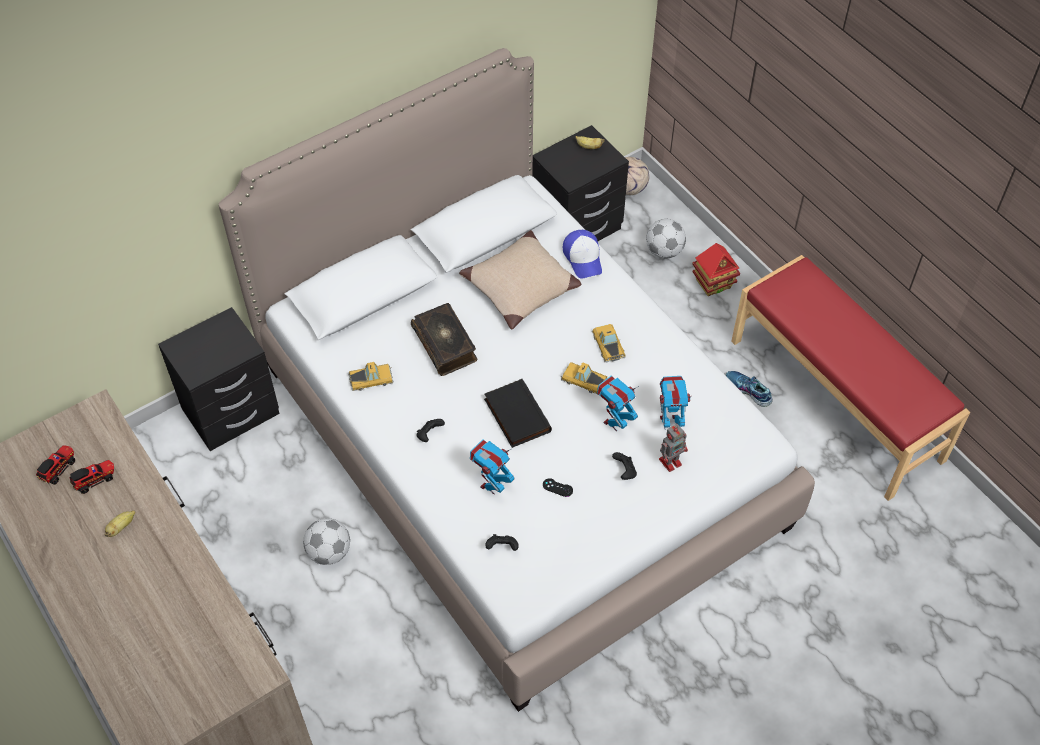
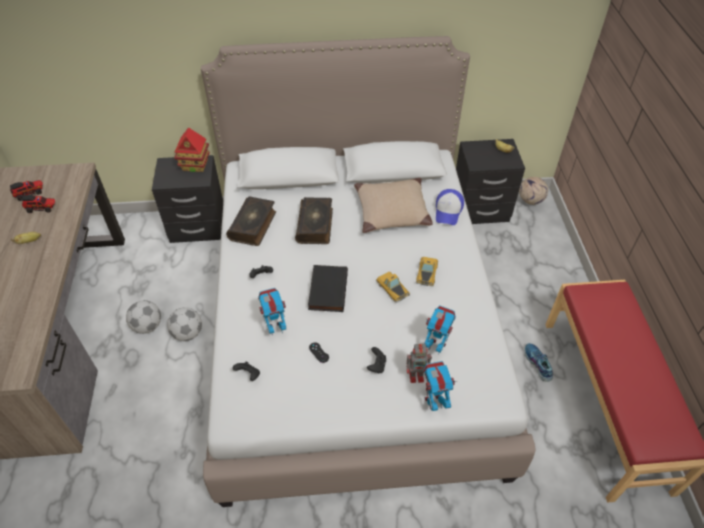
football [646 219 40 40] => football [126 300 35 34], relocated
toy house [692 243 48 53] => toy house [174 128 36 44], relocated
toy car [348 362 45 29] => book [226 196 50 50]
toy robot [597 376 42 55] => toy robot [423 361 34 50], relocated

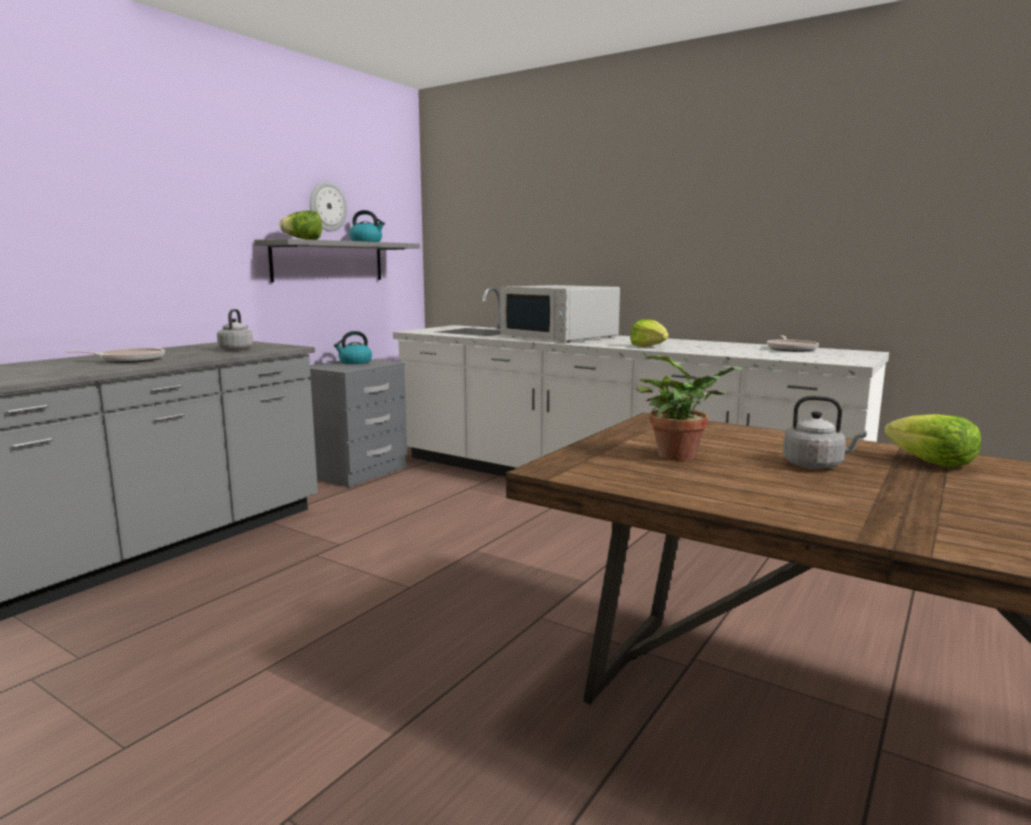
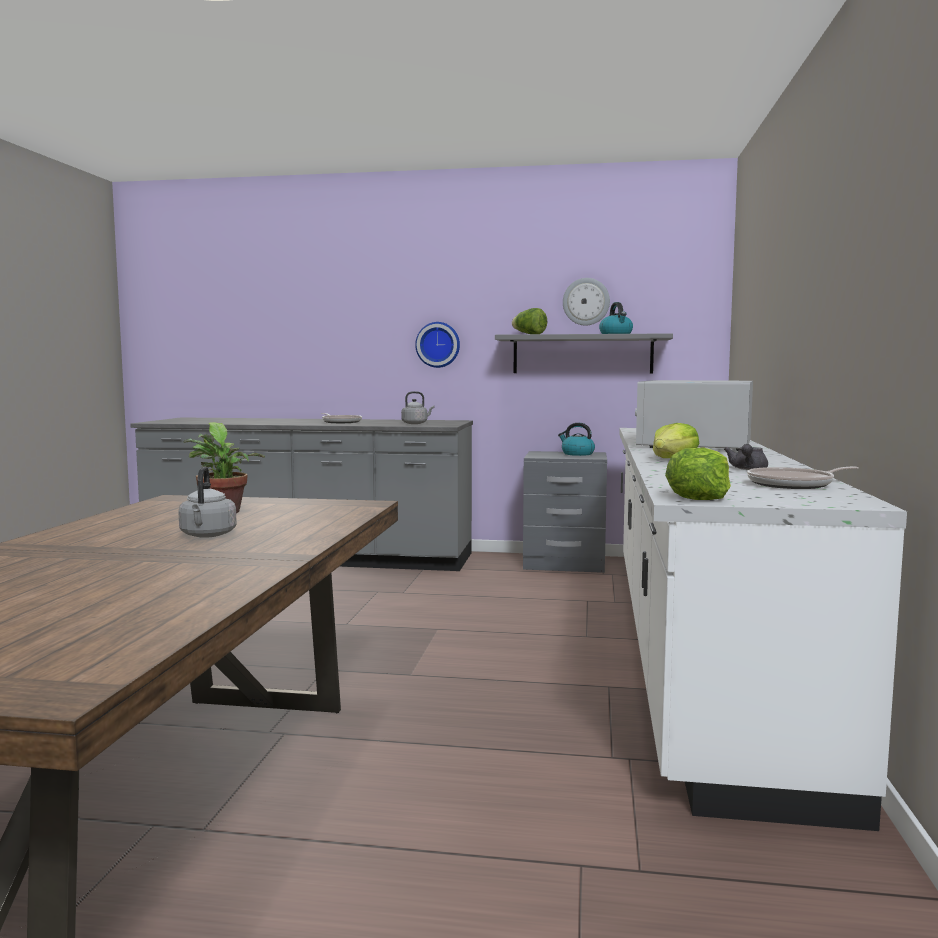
lettuce [884 414 97 54] => lettuce [665 447 66 53], relocated
nothing => wall clock [415 322 45 46]
nothing => teapot in grey [724 444 44 26]

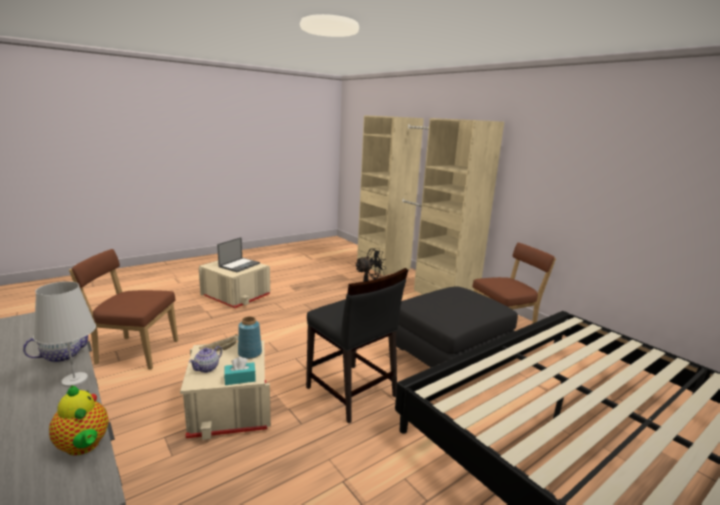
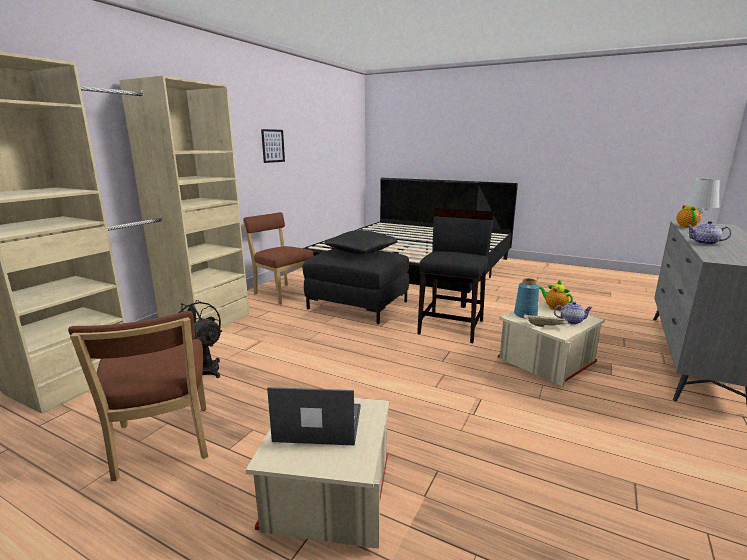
chair in brown [69 249 109 121] => chair in brown [68 311 140 170], relocated
tissue box in turquoise [224 356 32 29] => teapot [539 280 34 31]
nothing => picture [261 129 24 34]
nothing => pillow in black [324 230 74 24]

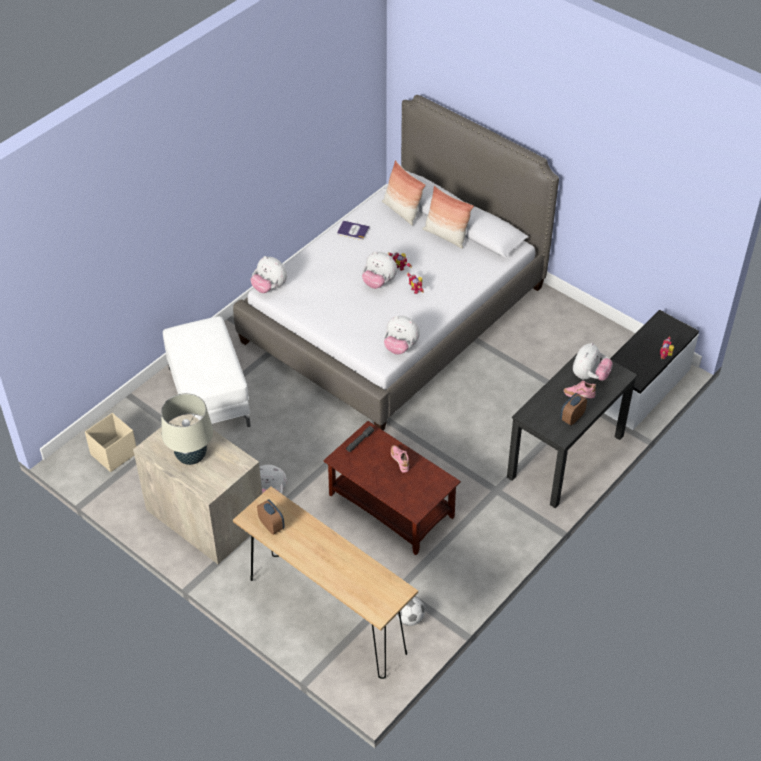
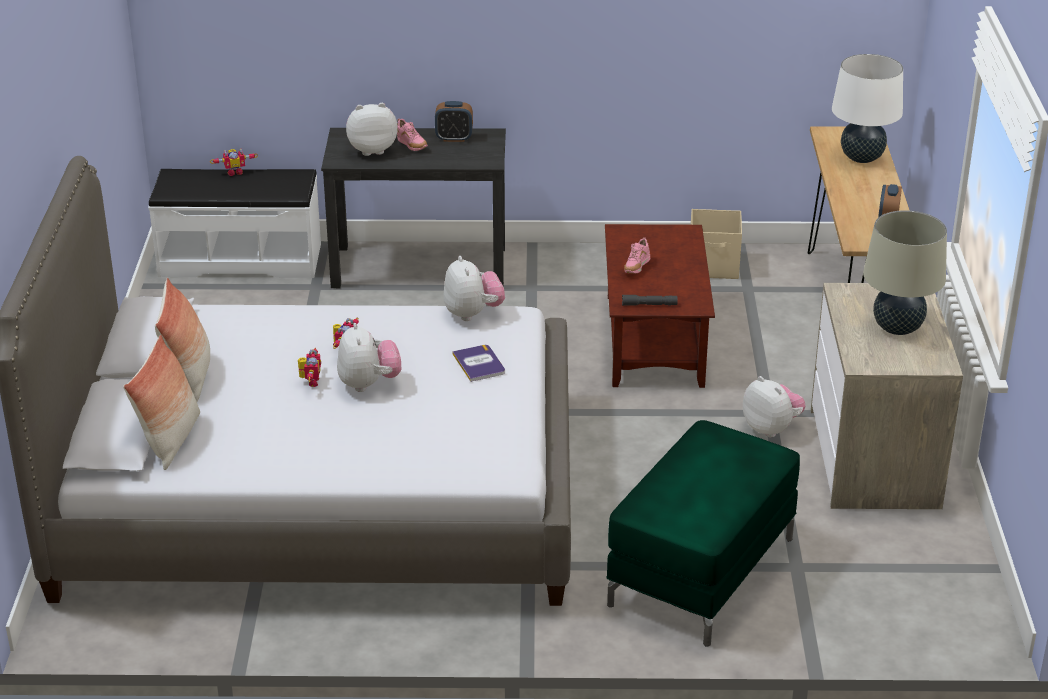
book [337 221 33 19] => book [452 345 53 37], relocated
plush toy [251 256 36 37] => nothing
ottoman in white [163 316 88 111] => ottoman in green [606 420 194 227]
storage box in beige [85 413 51 59] => storage box in beige [691 209 51 70], relocated
football [396 597 29 29] => nothing
nothing => table lamp in white [832 54 71 109]

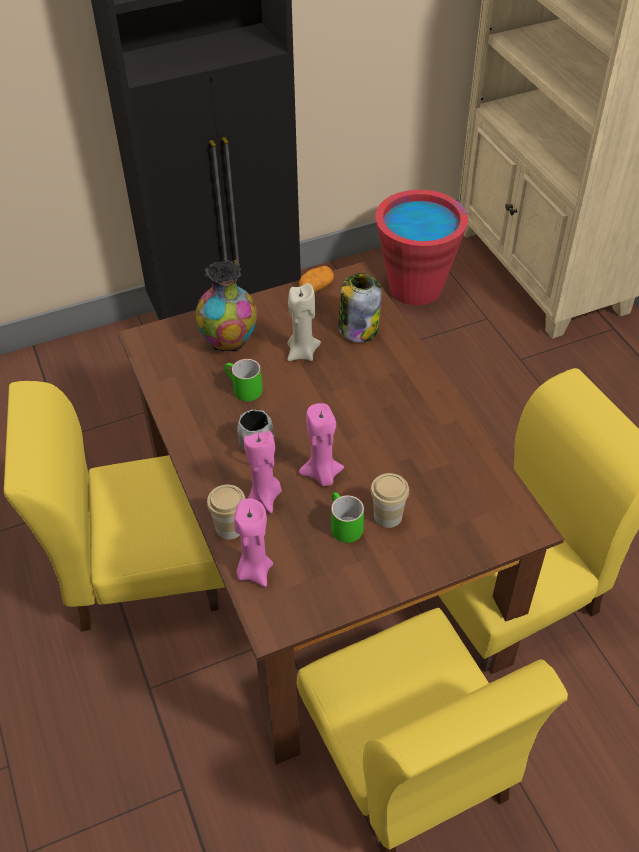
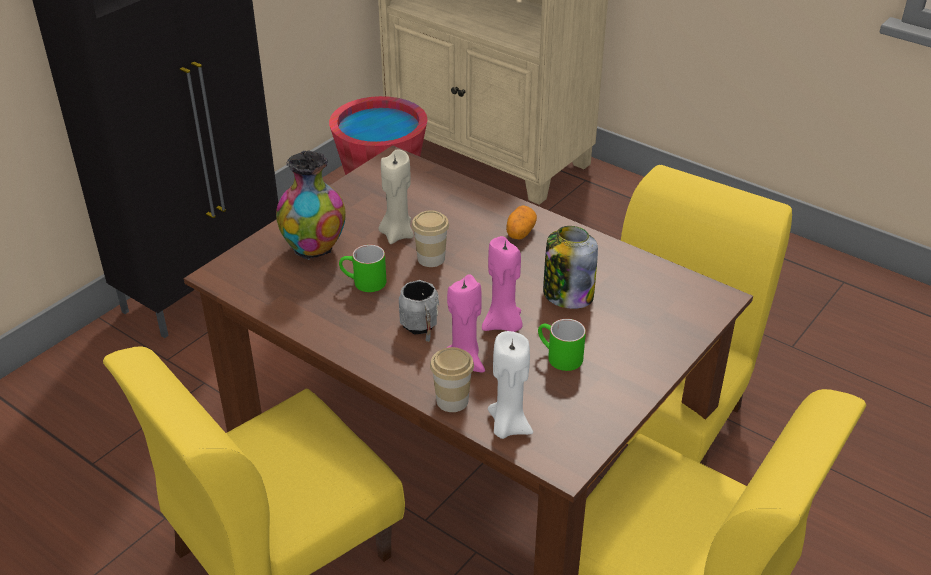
potato [299 266 35 27] => potato [506 205 31 34], relocated
jar [338 273 44 70] => jar [543 226 55 83], relocated
cup [371 473 38 55] => cup [412 210 37 57], relocated
candle in pink [234 498 39 89] => candle in white [488 331 45 108]

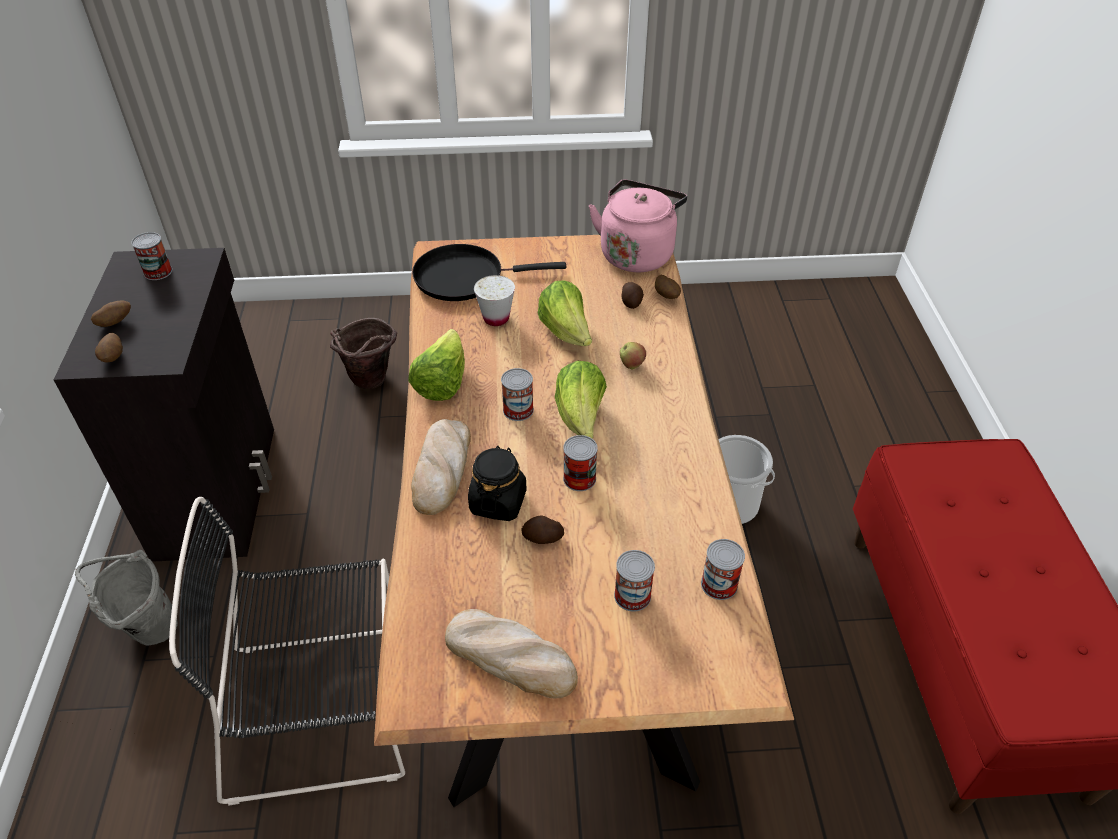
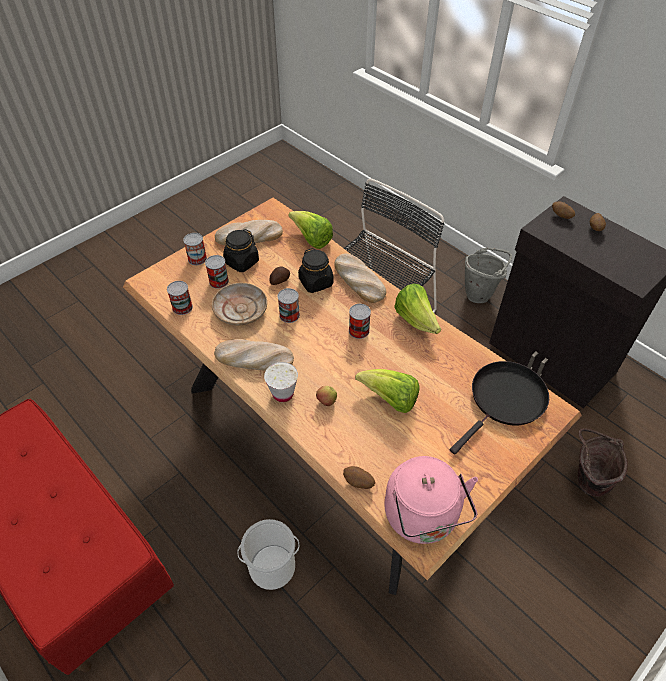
can [131 232 41 48] => can [183 233 24 32], relocated
cup in white [474 275 41 51] => cup in white [264 362 34 40], relocated
potato [621 282 23 27] => nothing
lettuce [555 361 52 77] => lettuce [288 211 45 38], relocated
nothing => jar in black [223 229 36 43]
nothing => plate in beige [212 283 55 42]
nothing => bread [214 339 80 32]

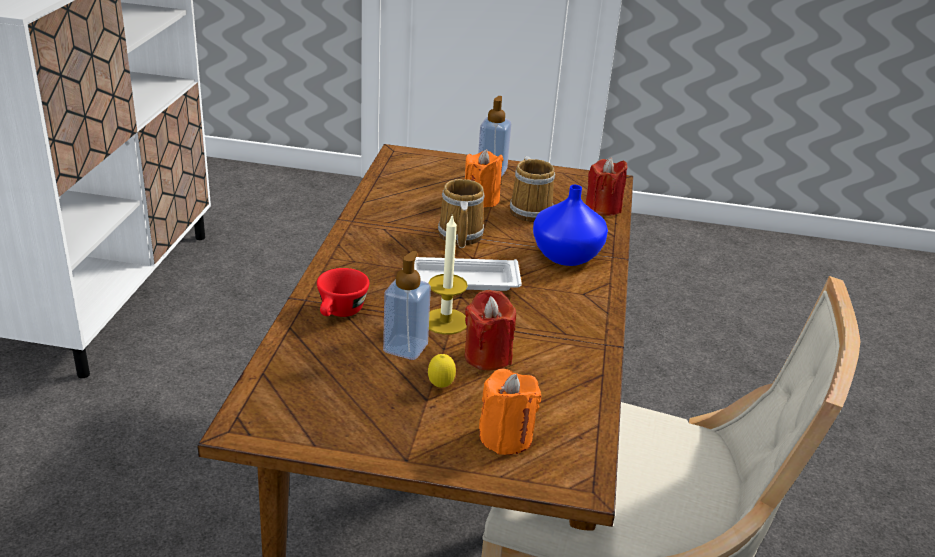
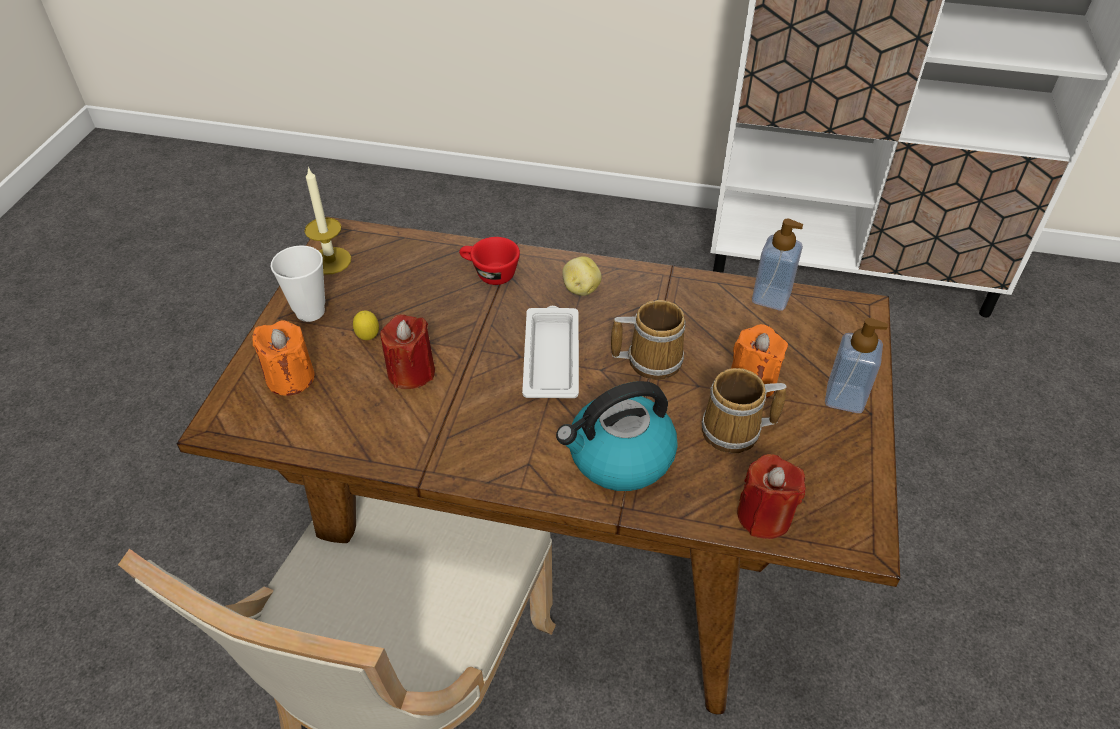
vase in blue [533 185 75 81] => kettle [556 381 122 110]
candle [428 216 40 119] => candle [305 167 46 108], relocated
soap dispenser [383 251 48 109] => soap dispenser [752 219 51 92], relocated
nothing => cup [271 245 54 77]
nothing => potato [562 256 40 40]

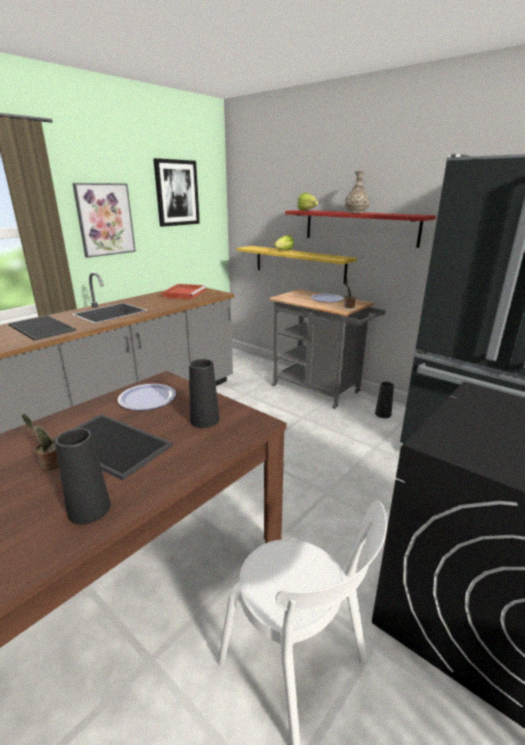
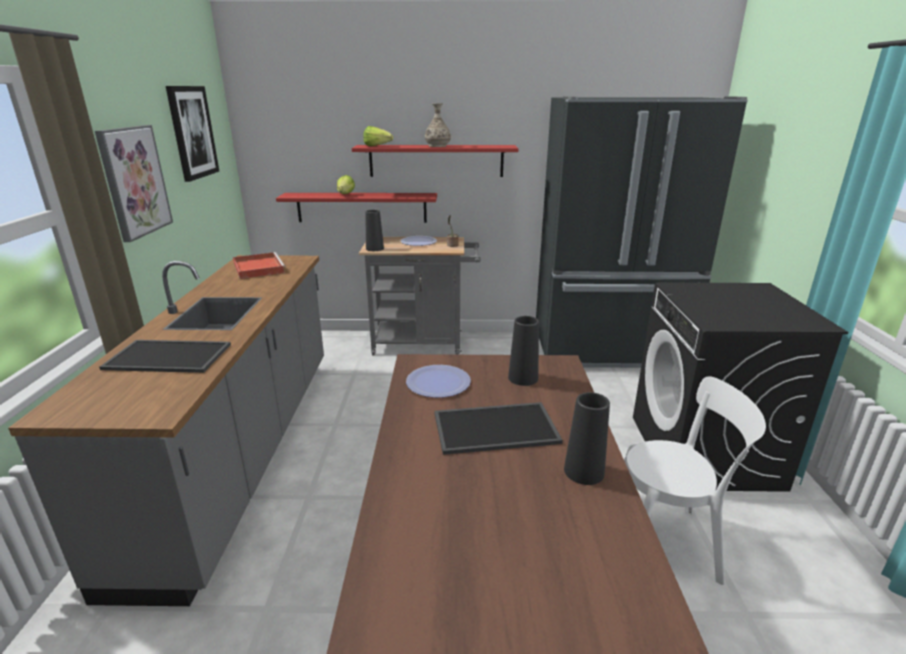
shelf in yellow [236 246 121 38] => shelf in red [276 193 161 30]
vase in black [375 382 19 36] => vase in black [365 210 19 41], relocated
potted plant [22 414 37 56] => nothing

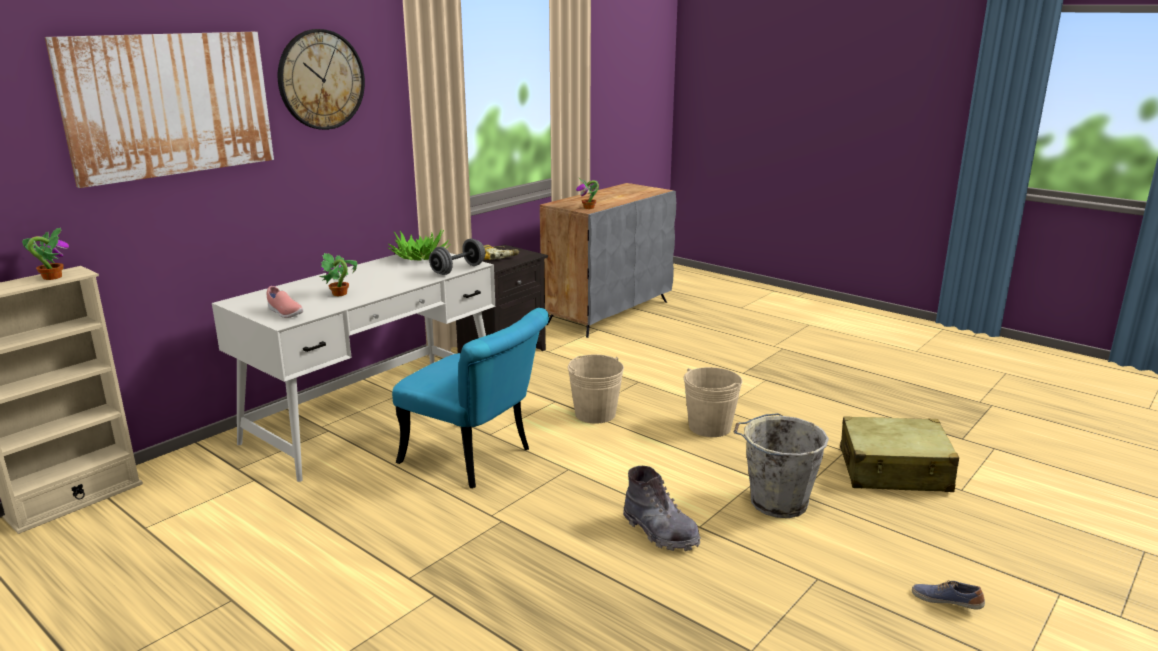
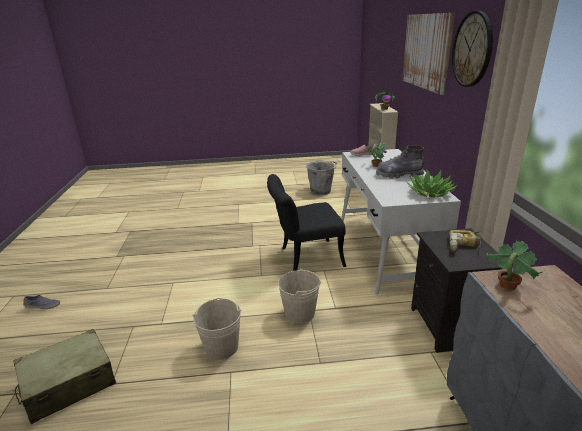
dumbbell in grey [429 238 56 37] => nothing
chair in turquoise [392 308 157 180] => chair in black [267 174 79 97]
bucket in grey [734 413 95 105] => bucket in grey [306 161 31 34], relocated
boot in grey [623 466 78 85] => boot in grey [376 146 48 33], relocated

